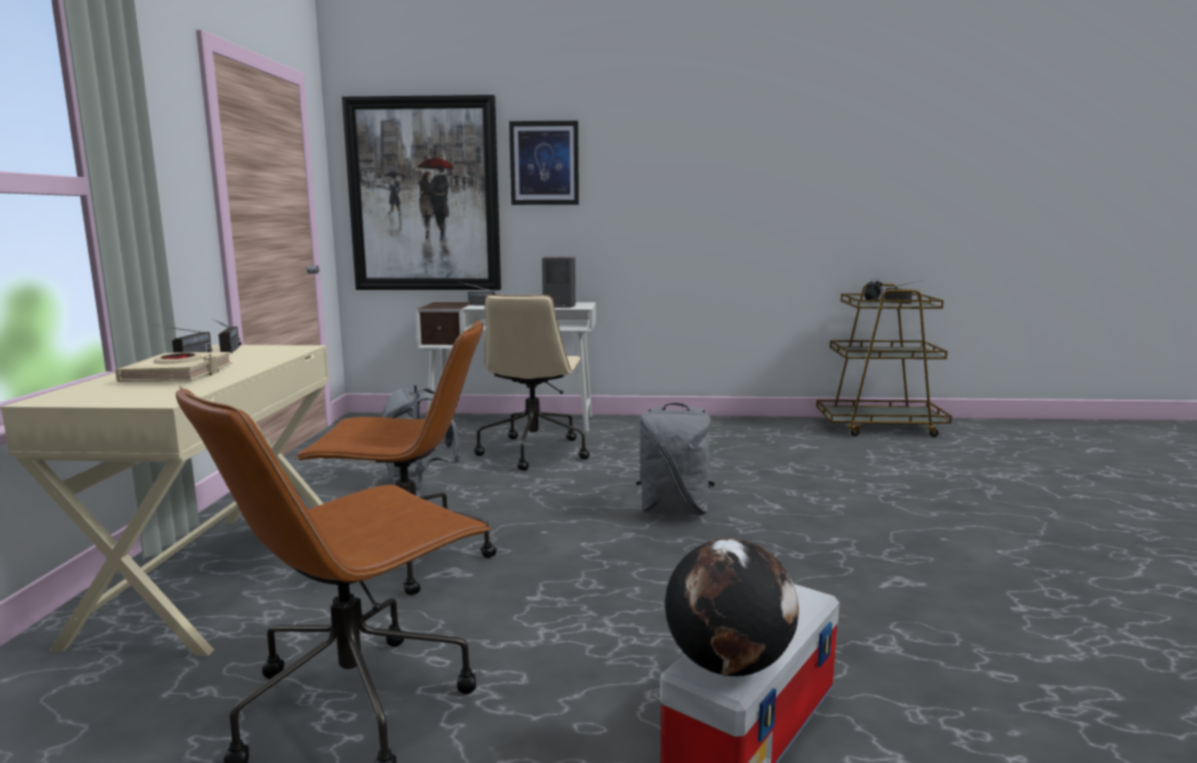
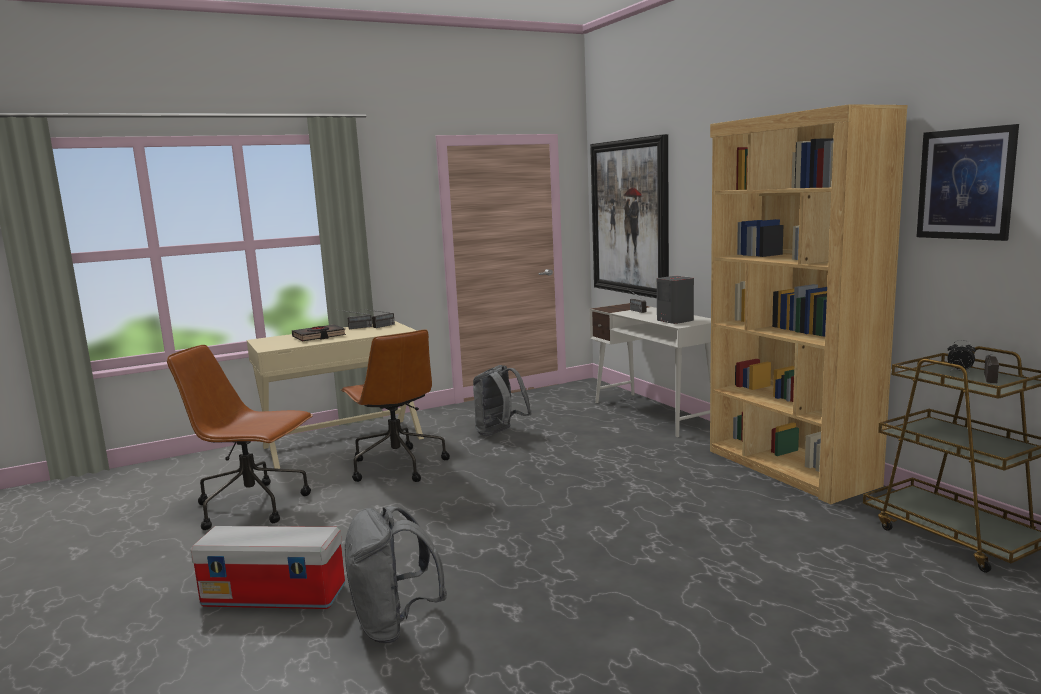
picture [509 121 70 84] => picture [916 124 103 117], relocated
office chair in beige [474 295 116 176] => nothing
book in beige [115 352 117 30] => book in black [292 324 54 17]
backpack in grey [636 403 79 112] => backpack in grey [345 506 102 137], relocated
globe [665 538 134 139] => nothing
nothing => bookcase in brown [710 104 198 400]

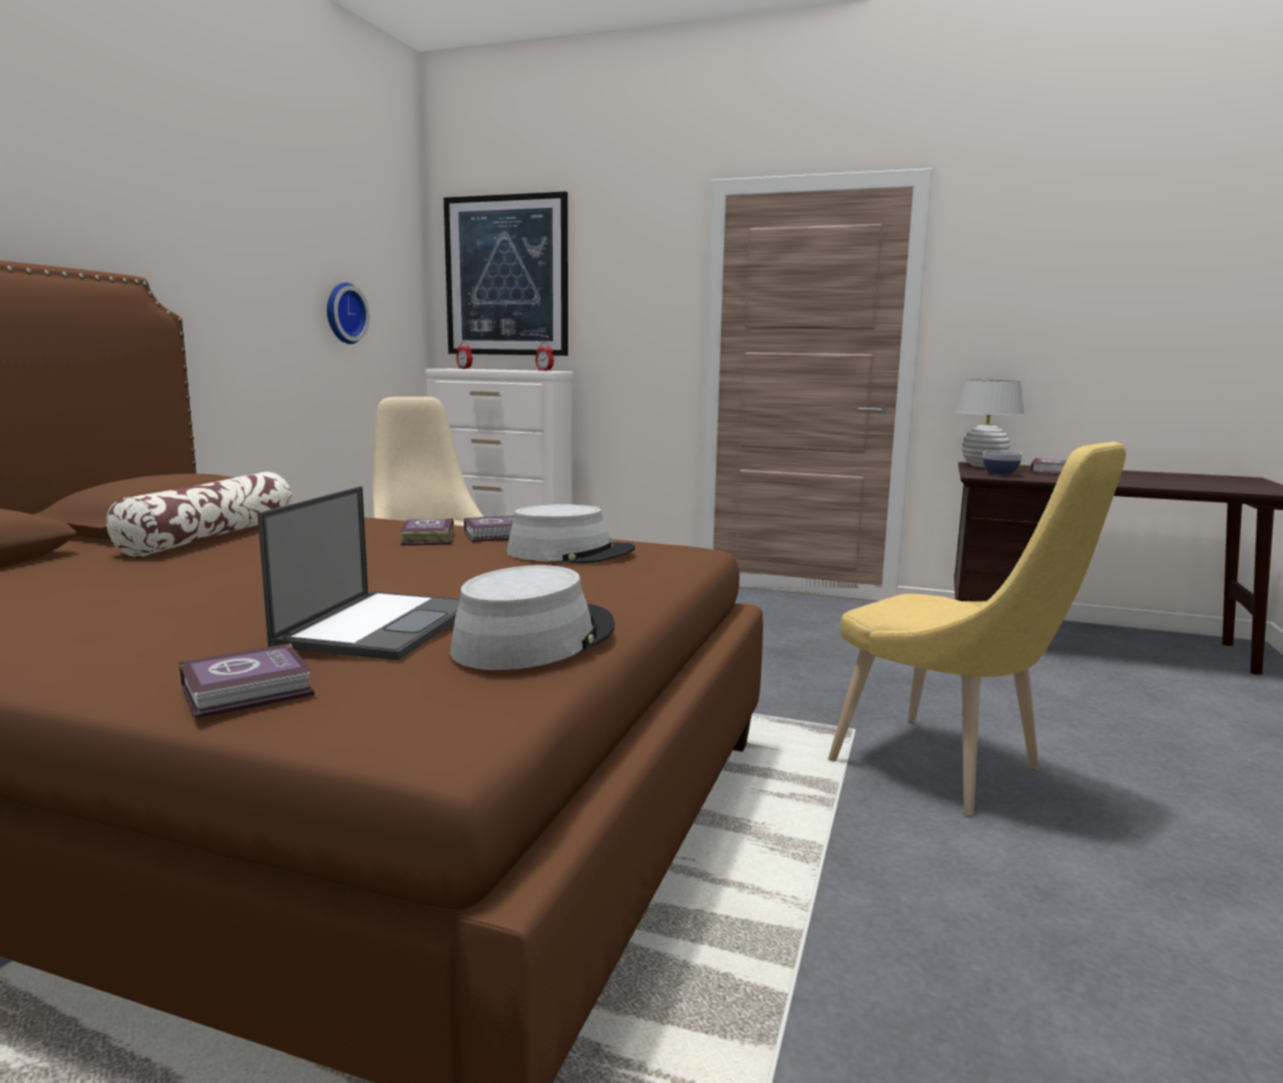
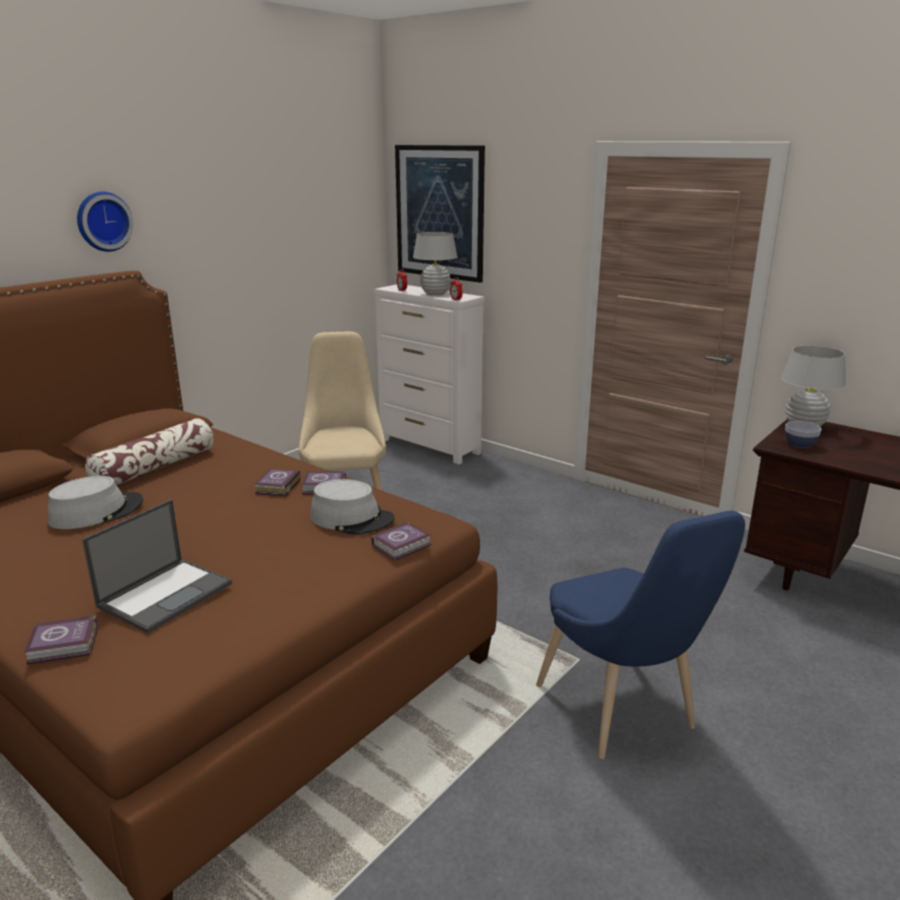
wall clock [327 283 43 61] => wall clock [77 192 57 60], relocated
chair in yellow [828 442 298 374] => chair in blue [536 511 209 248]
book [1030 458 37 17] => book [371 521 60 40], relocated
hat in grey [450 565 165 105] => hat in grey [48 476 95 53], relocated
nothing => table lamp in white [413 232 44 64]

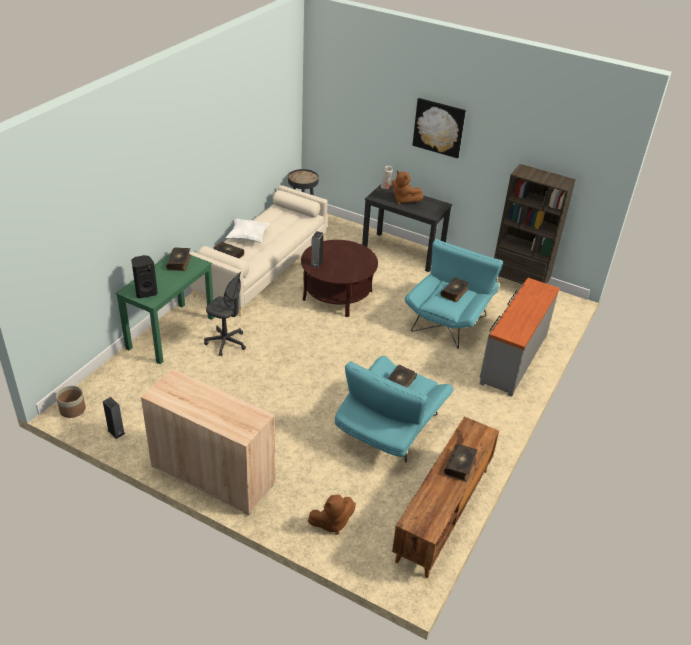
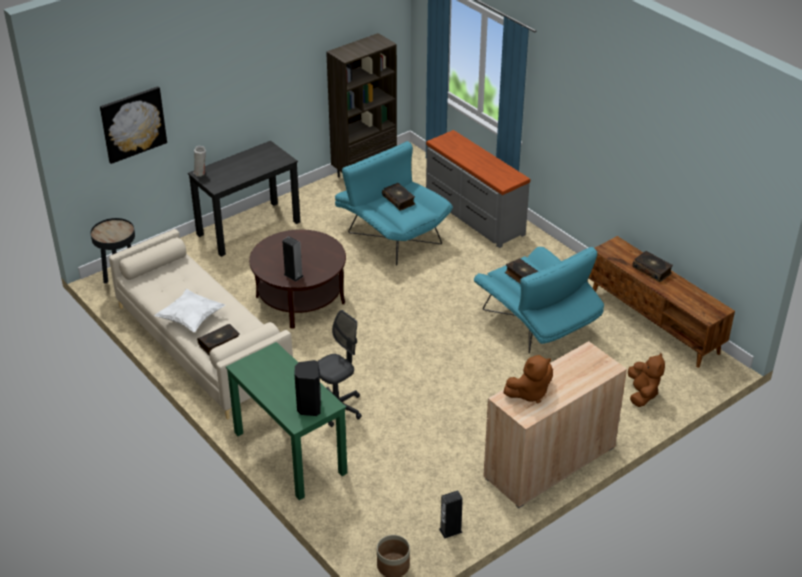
picture [413 98 53 60] => picture [100 86 67 78], relocated
plush toy in brown [392 171 31 33] => plush toy in brown [503 355 50 49], relocated
book [166 247 25 24] => nothing

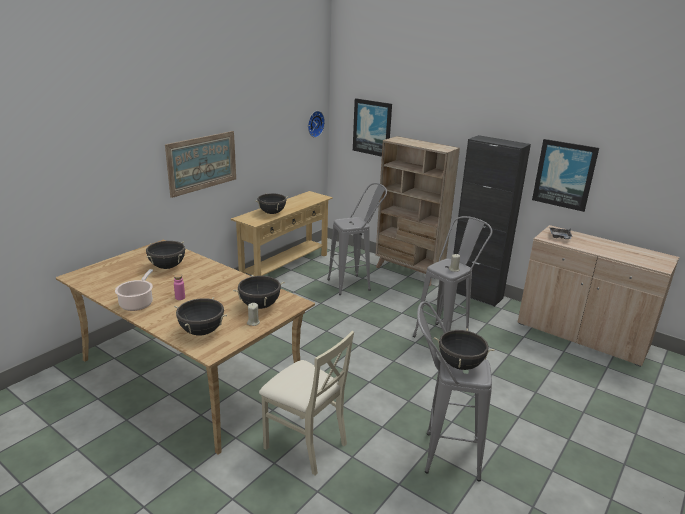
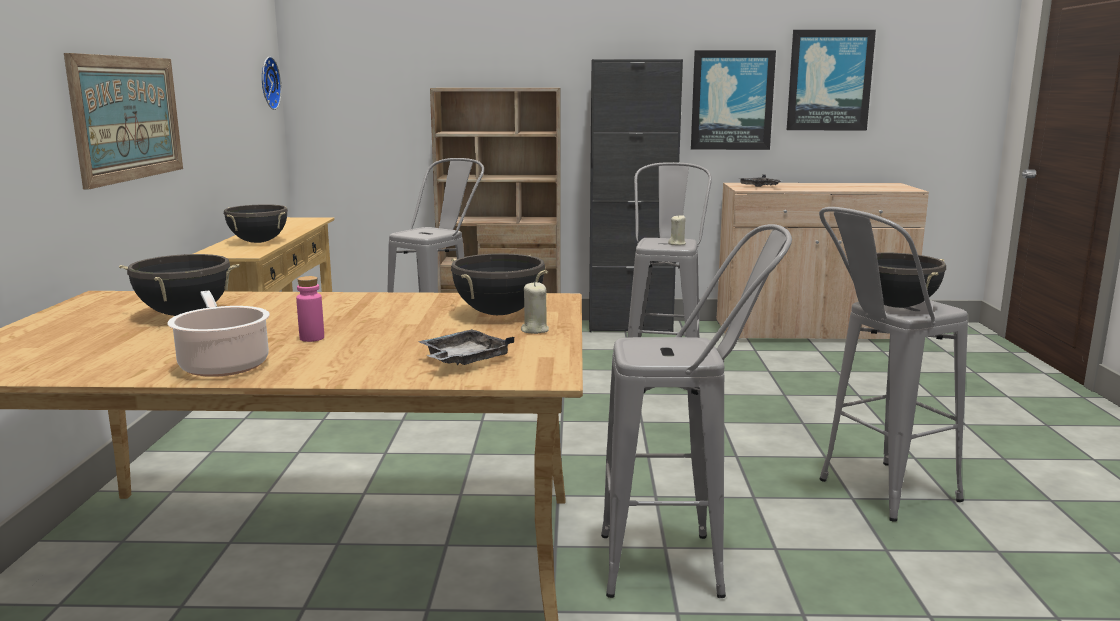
picture [353 98 39 59] => picture [787 30 89 100], relocated
cooking pot in black [174 297 53 38] => tray in grey [418 329 97 36]
chair in beige [259 331 95 144] => stool in grey [601 224 191 374]

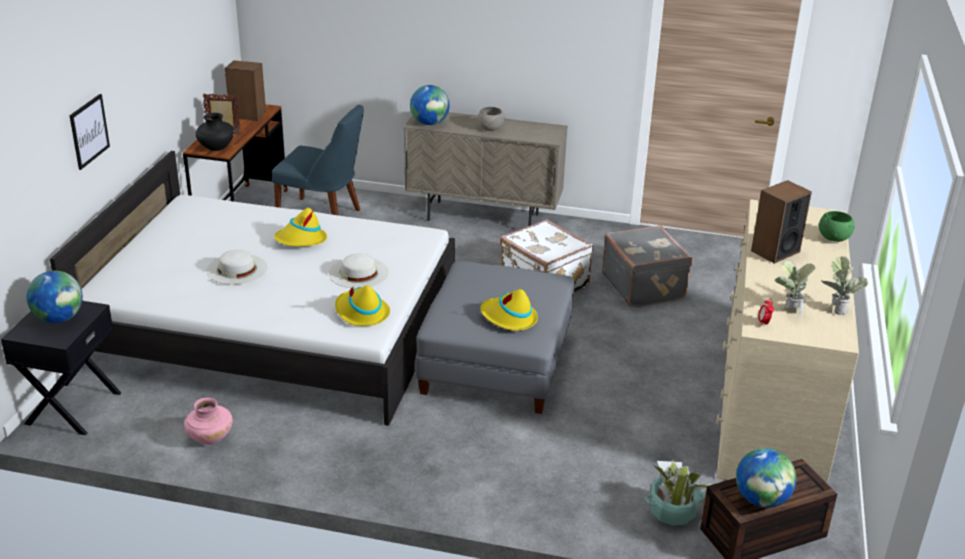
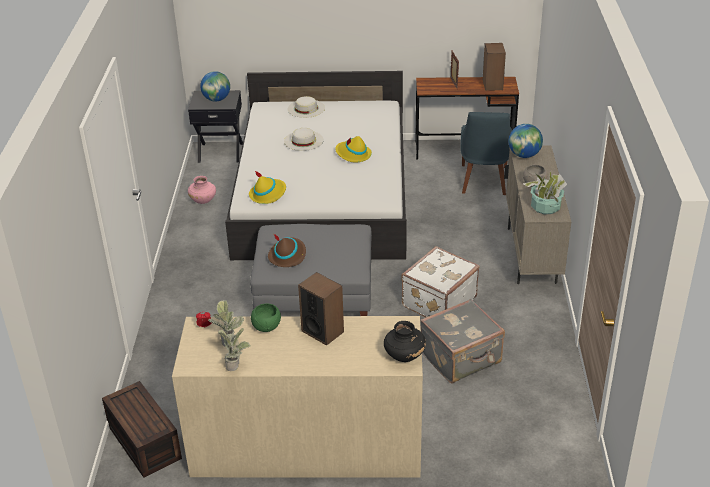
picture [69 94 41 76] => nothing
vase in black [196 113 39 38] => vase in black [384 321 42 41], relocated
bowl in green [819 211 35 31] => bowl in green [251 304 30 28], relocated
hat in white [329 253 60 35] => hat in white [288 96 37 22], relocated
hat in yellow [480 289 58 42] => hat in brown [268 234 38 33]
globe [736 448 60 60] => nothing
potted plant [645 461 67 65] => potted plant [523 171 44 43], relocated

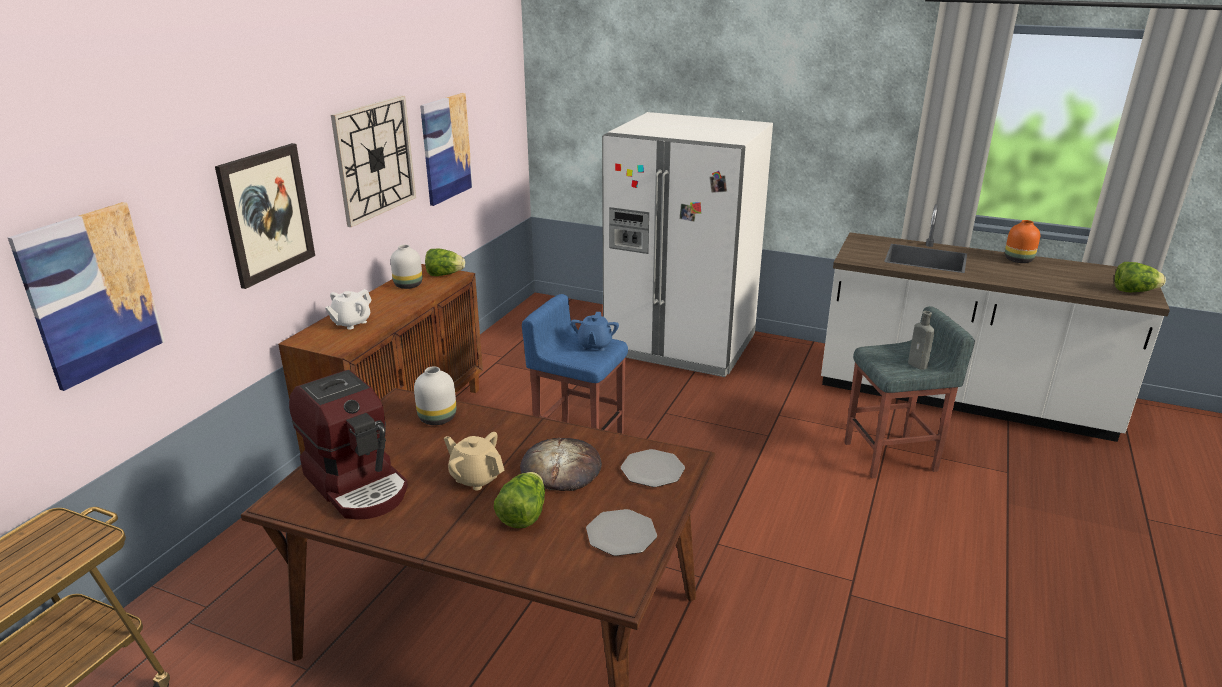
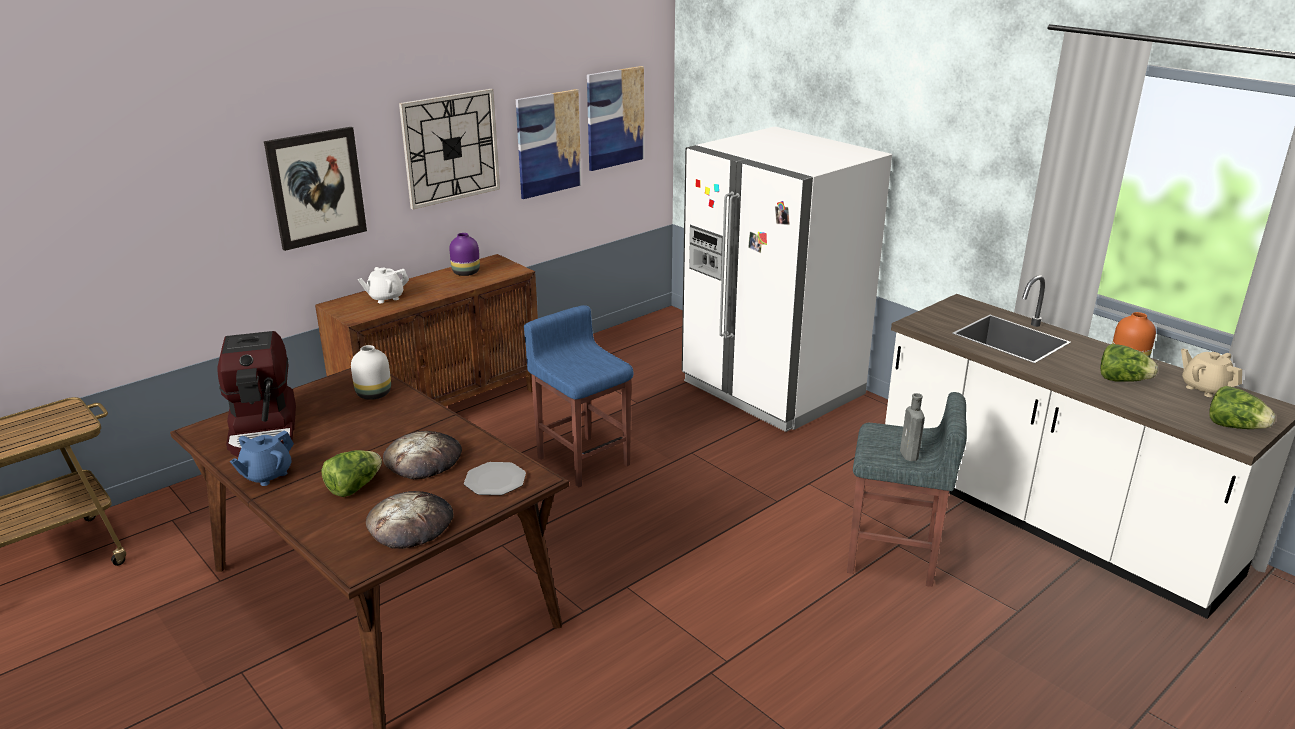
picture [8 202 157 189] => picture [587 66 57 105], relocated
vase in white [390 245 33 44] => vase in purple [449 233 31 43]
lettuce [425 249 40 27] => lettuce [1100 344 58 38], relocated
teapot in blue [571 312 48 39] => teapot in blue [230 430 64 56], relocated
teapot in beige [444 432 60 59] => teapot in beige [1181 348 61 49], relocated
plate [586 509 71 47] => bread [366 491 88 58]

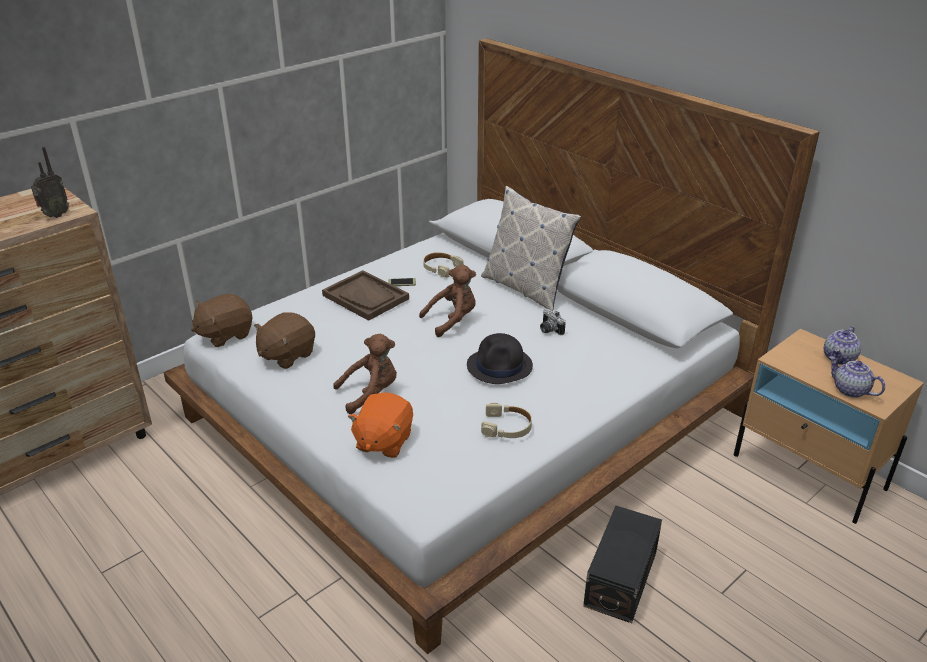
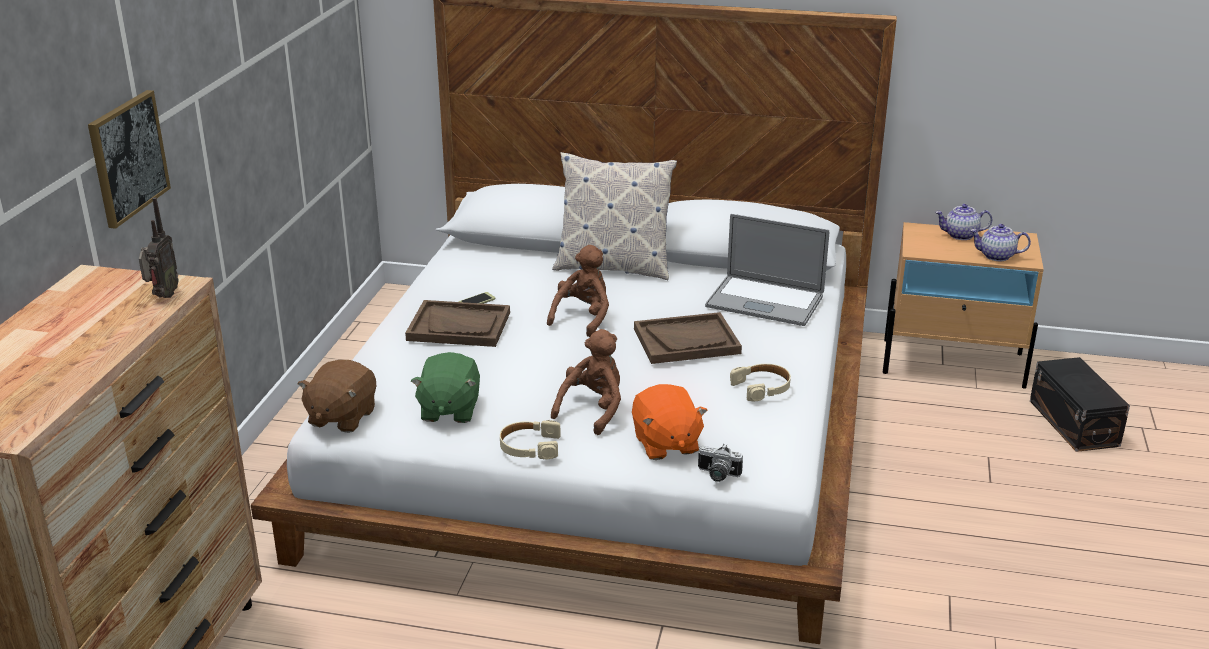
headphones in beige [423 252 41 26] => headphones in beige [500 420 61 40], relocated
photo camera [540 309 26 26] => photo camera [698 444 45 38], relocated
plush toy in brown [254 312 61 57] => plush toy in green [411 352 69 71]
teapot [824 326 37 39] => teapot [935 204 57 36], 90 degrees clockwise
hat in black [467 333 66 51] => tray in brown [634 312 108 52]
storage box in black [583 506 79 117] => storage box in black [1030 357 100 95], relocated
nothing => picture [88 90 83 139]
nothing => laptop [705 214 124 112]

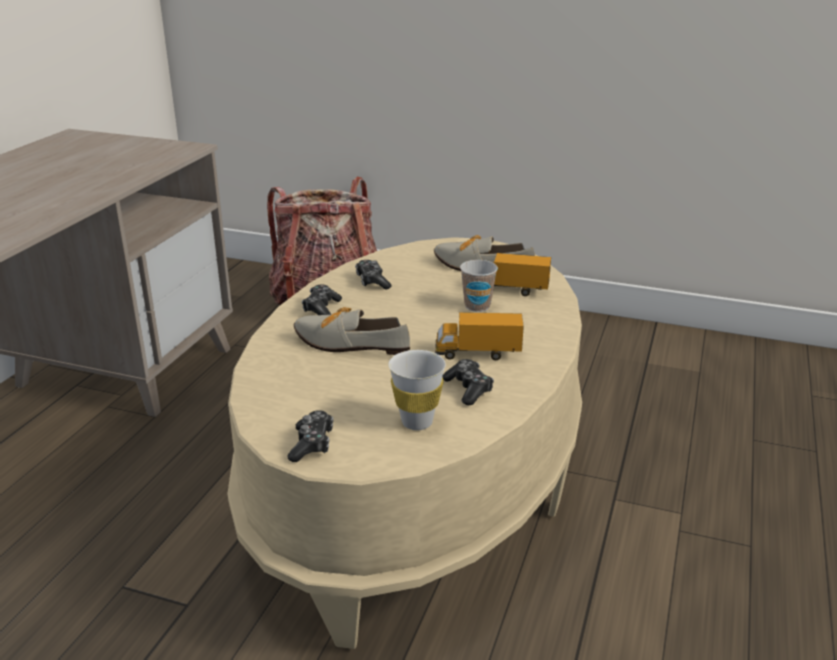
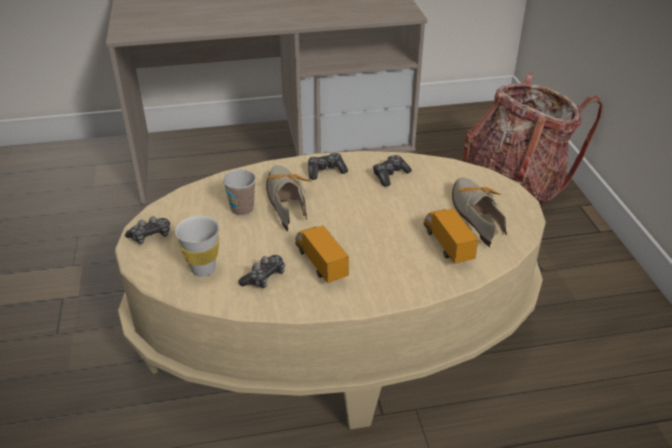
cup [460 260 38 52] => cup [223 170 33 46], relocated

